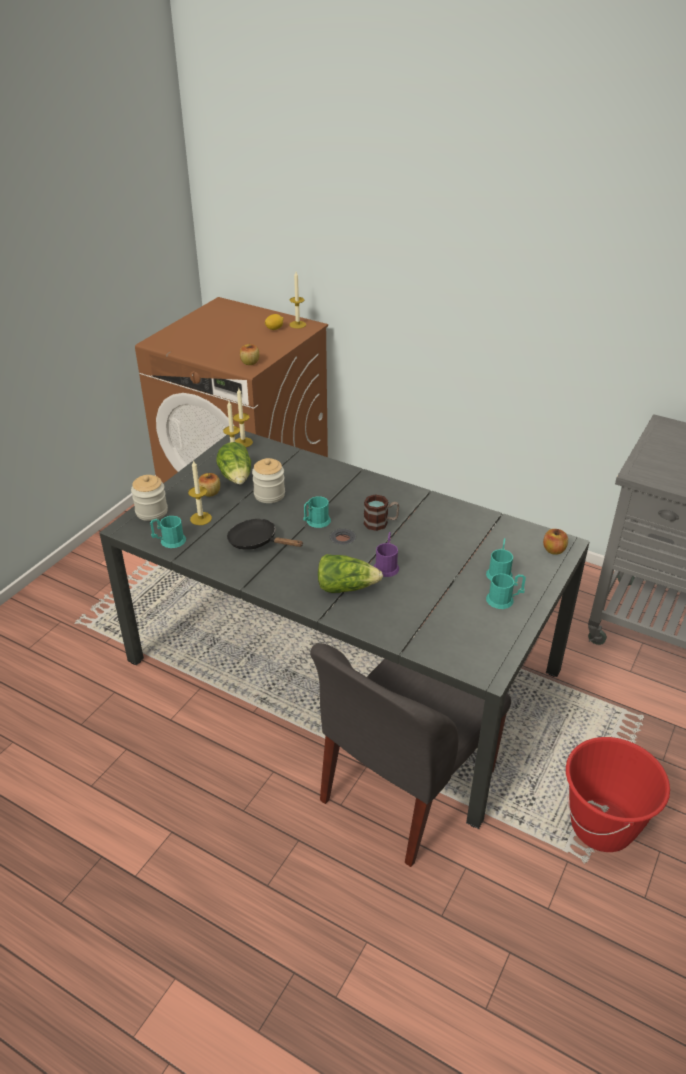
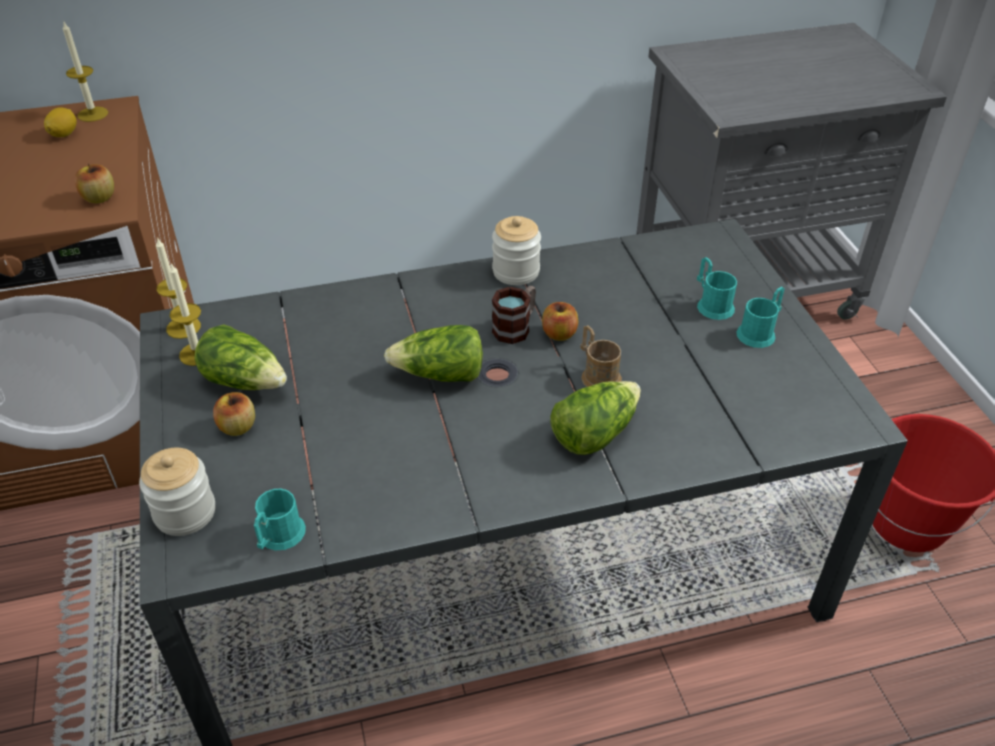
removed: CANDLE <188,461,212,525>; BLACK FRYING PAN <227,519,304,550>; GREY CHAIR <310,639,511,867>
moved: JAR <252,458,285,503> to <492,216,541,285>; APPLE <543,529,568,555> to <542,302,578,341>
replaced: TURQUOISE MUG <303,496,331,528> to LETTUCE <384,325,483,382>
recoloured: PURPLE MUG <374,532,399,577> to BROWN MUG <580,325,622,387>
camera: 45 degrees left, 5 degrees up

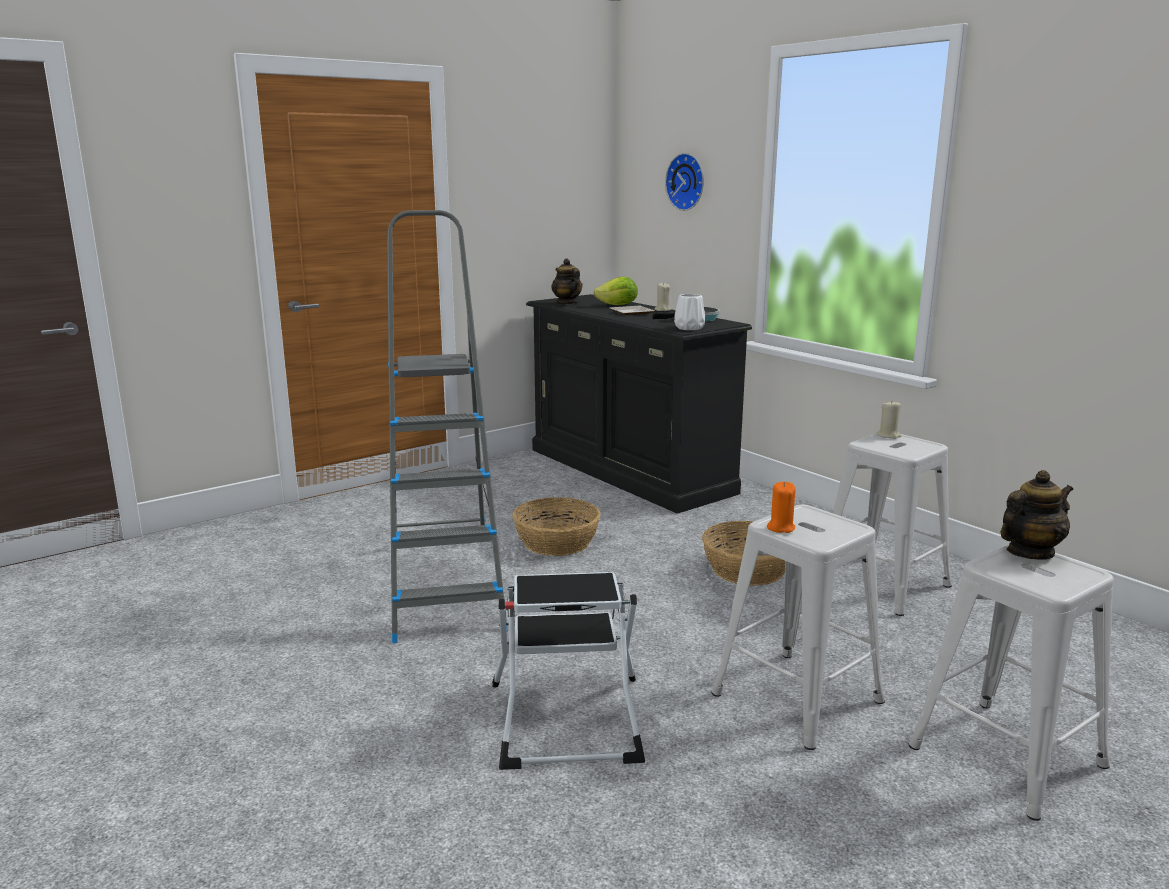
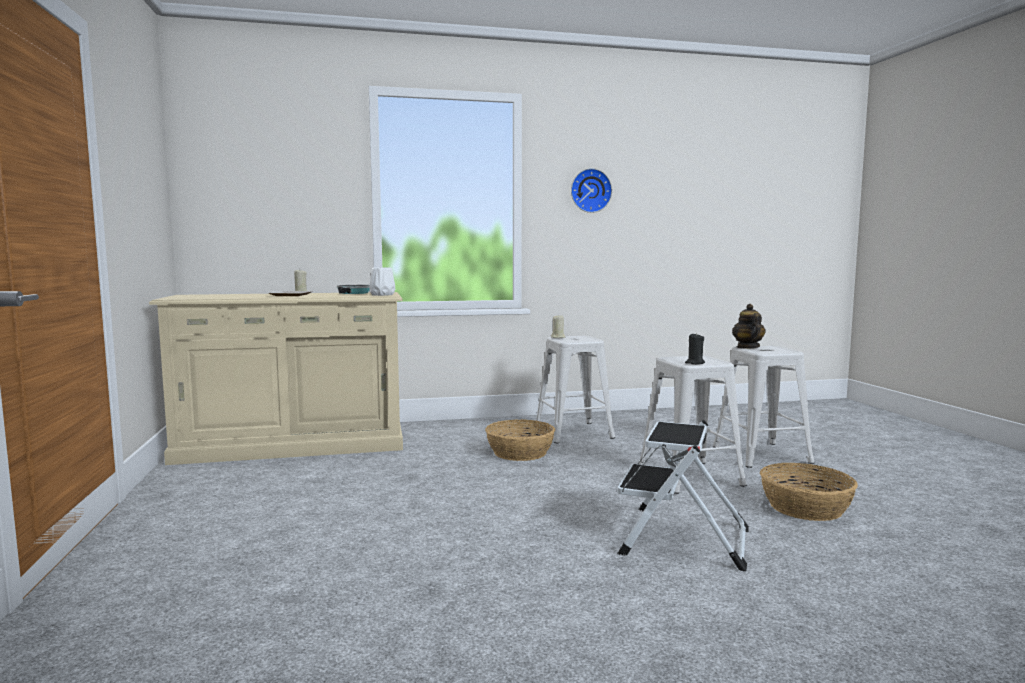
removed: GREY STEP LADDER <388,210,508,643>; TEAPOT <551,258,583,305>; LETTUCE <593,277,638,305>
moved: WALL CLOCK <665,153,704,211> to <571,168,612,213>; BASKET <512,497,601,556> to <760,463,858,521>
recoloured: BLACK CABINET <526,294,752,514> to BEIGE CABINET <149,292,403,465>; ORANGE CANDLE <767,482,796,533> to BLACK CANDLE <685,333,705,364>
camera: 65 degrees left, 10 degrees down

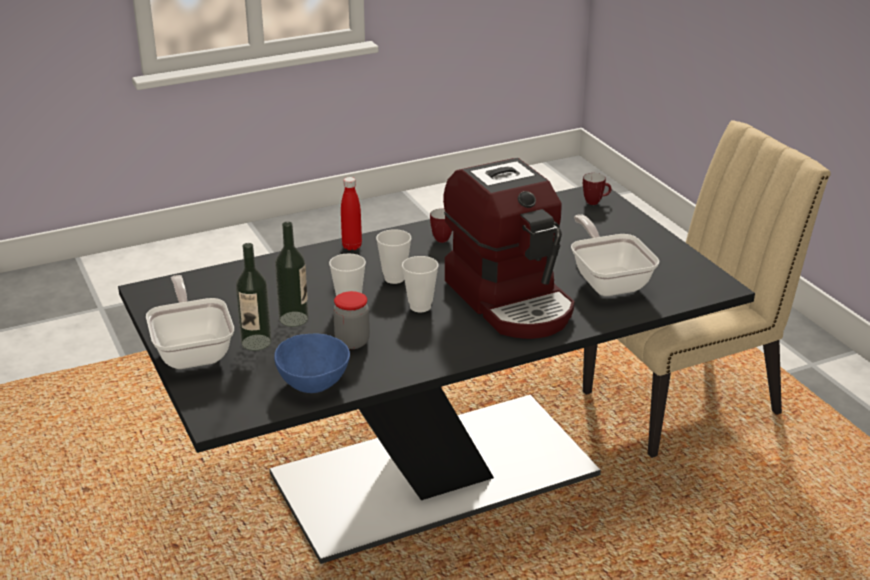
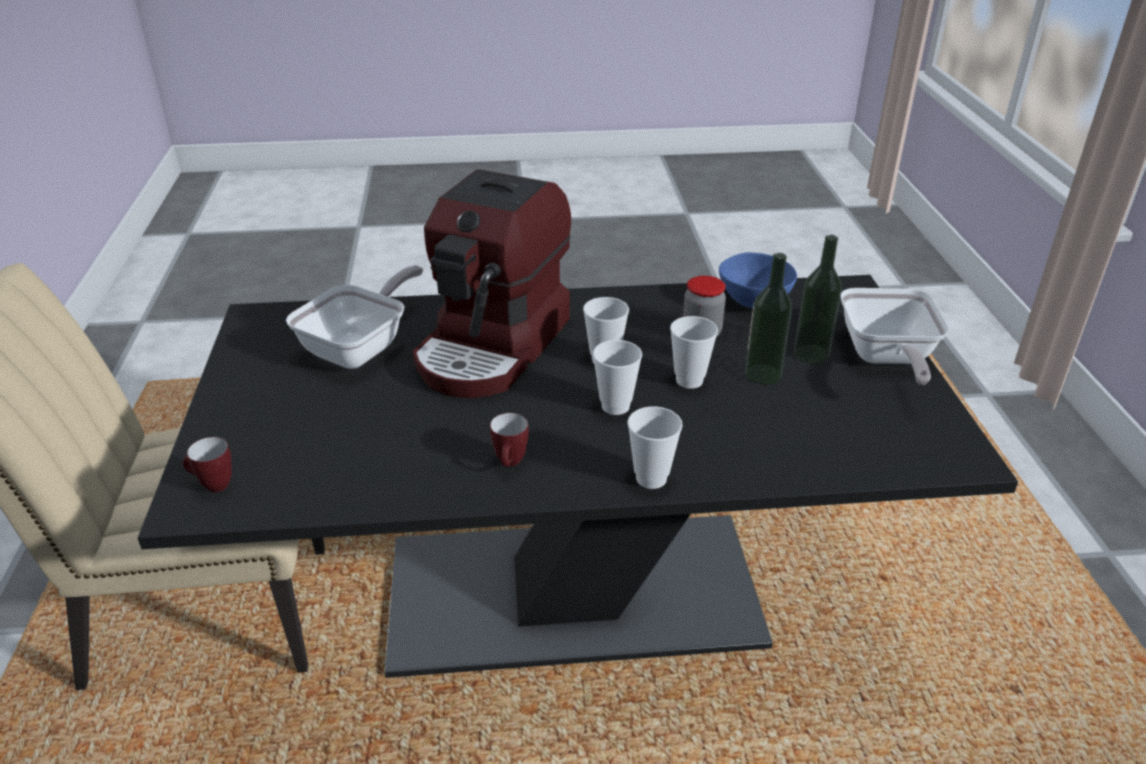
replaced: RED BOTTLE <341,177,362,250> to CUP <627,406,683,489>
turned: COFFEE MACHINE <443,158,574,339> = <413,169,571,398> 150 degrees counterclockwise; FRYING PAN <571,214,659,296> = <286,265,423,369> 150 degrees counterclockwise
camera: 160 degrees left, 5 degrees up

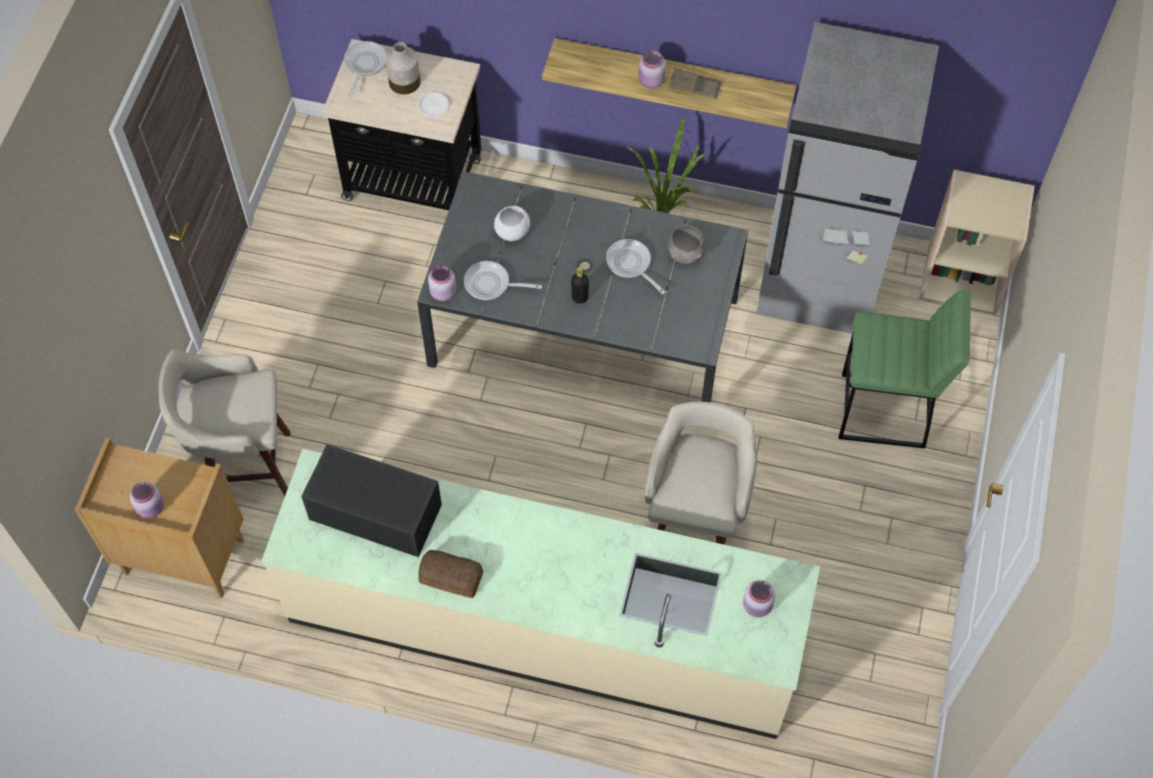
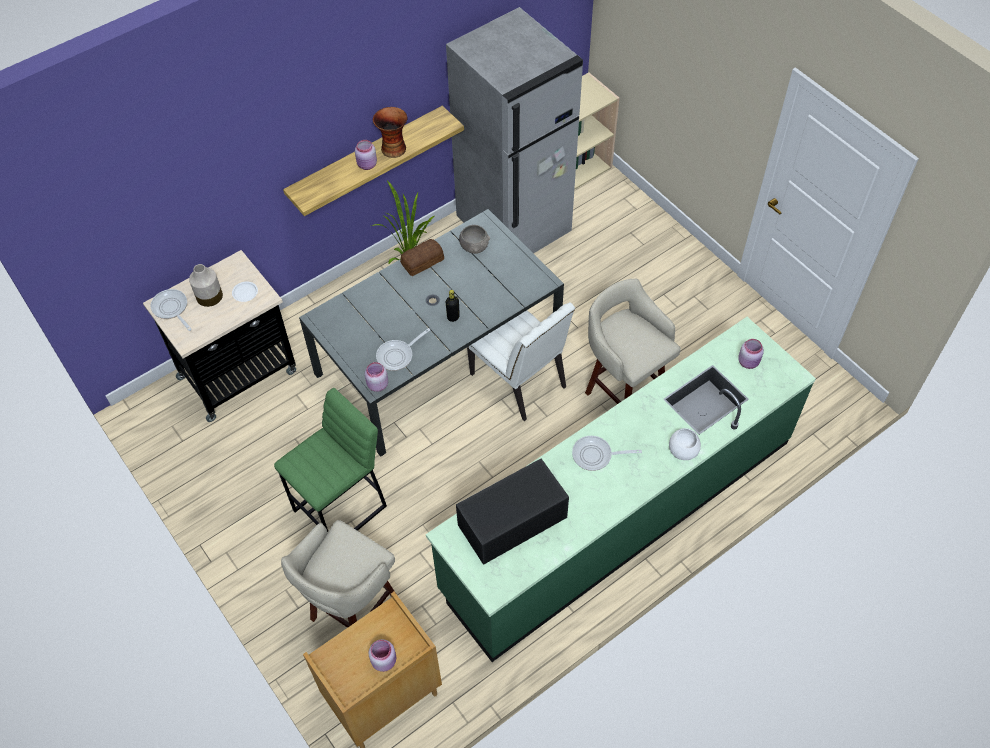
added: WHITE CHAIR <467,302,575,421>
moved: WHITE BOWL <494,206,530,241> to <669,428,701,460>; FRYING PAN <606,239,666,294> to <572,436,642,471>; GREEN STOOL <839,290,971,448> to <274,388,387,532>; BREAD <418,550,483,598> to <400,239,444,276>
replaced: BROWN TRAY <669,68,722,99> to VASE <373,107,407,158>
recoloured: BEIGE COUNTER <261,449,820,739> to GREEN COUNTER <426,317,816,662>
camera: 50 degrees left, 5 degrees down

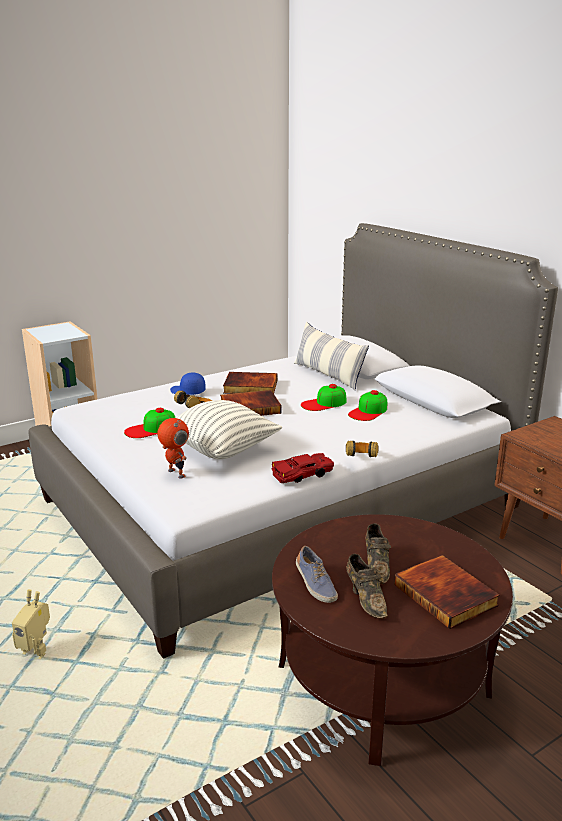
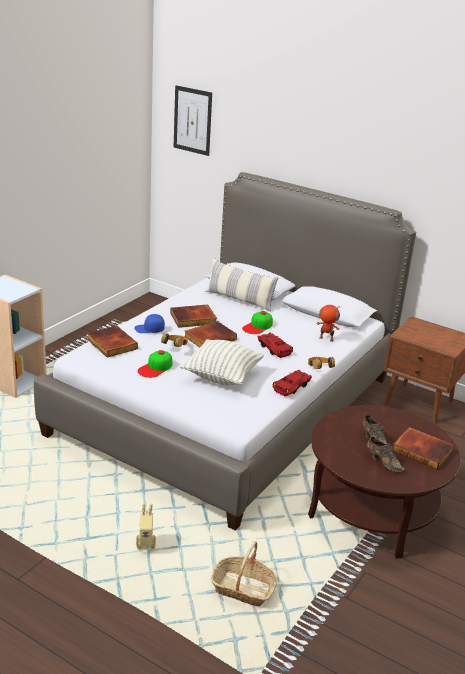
removed: CAP <348,390,387,421>; SHOE <296,546,338,603>
added: PICTURE <174,85,212,156>; BOOK <87,326,138,357>; RED TOY CAR <258,333,293,358>; BASKET <211,541,277,606>
moved: TOY ROBOT <158,418,189,479> to <316,305,340,342>
camera: 25 degrees left, 5 degrees up

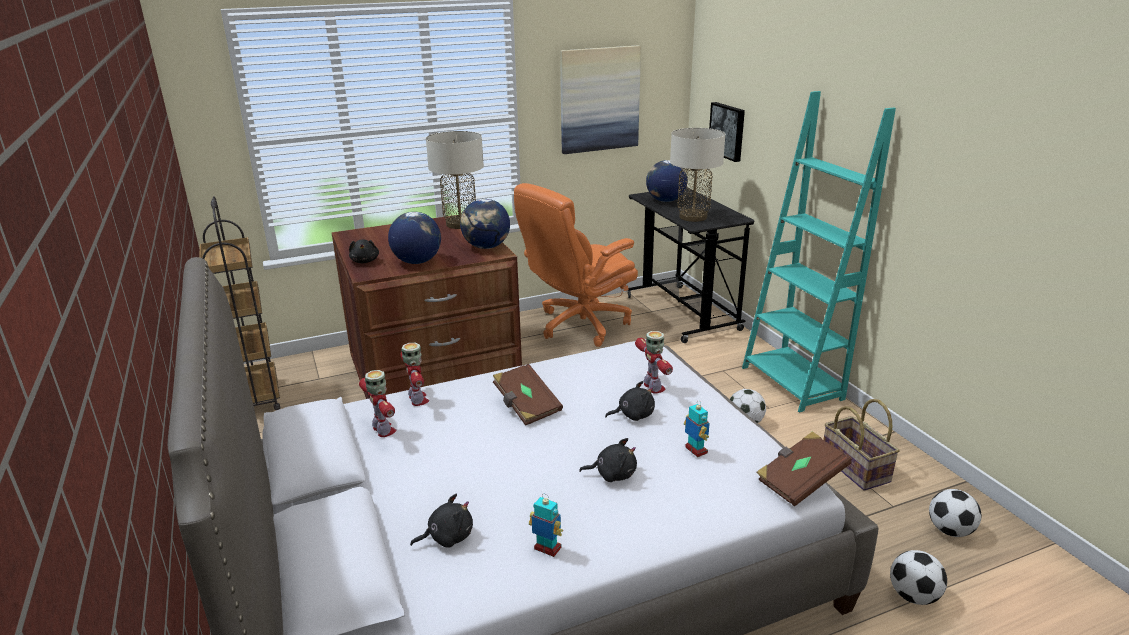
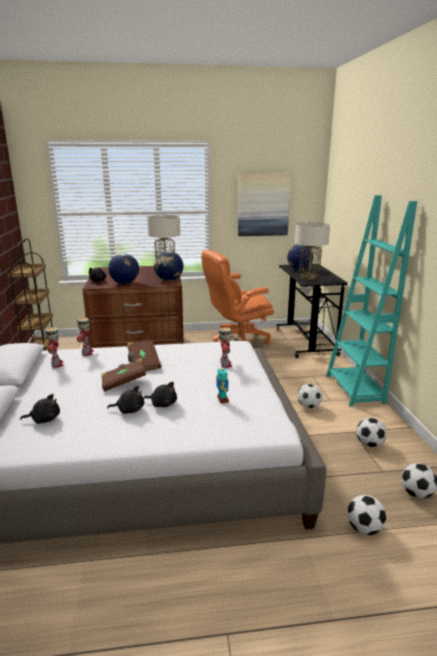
removed: PICTURE <709,102,745,162>; TOY ROBOT <529,494,563,557>
moved: BLACK PLUSH TOY <605,381,655,421> to <107,386,144,414>; BROWN BOOK <756,431,852,507> to <101,358,146,392>
replaced: BASKET <823,399,900,491> to FOOTBALL <356,418,387,447>
camera: 15 degrees right, 5 degrees down

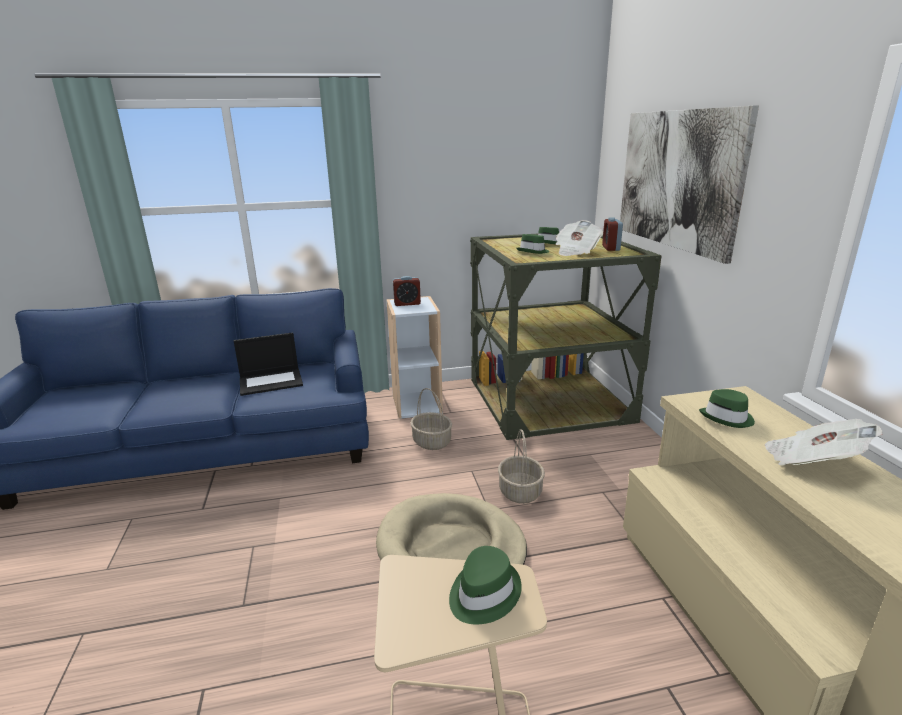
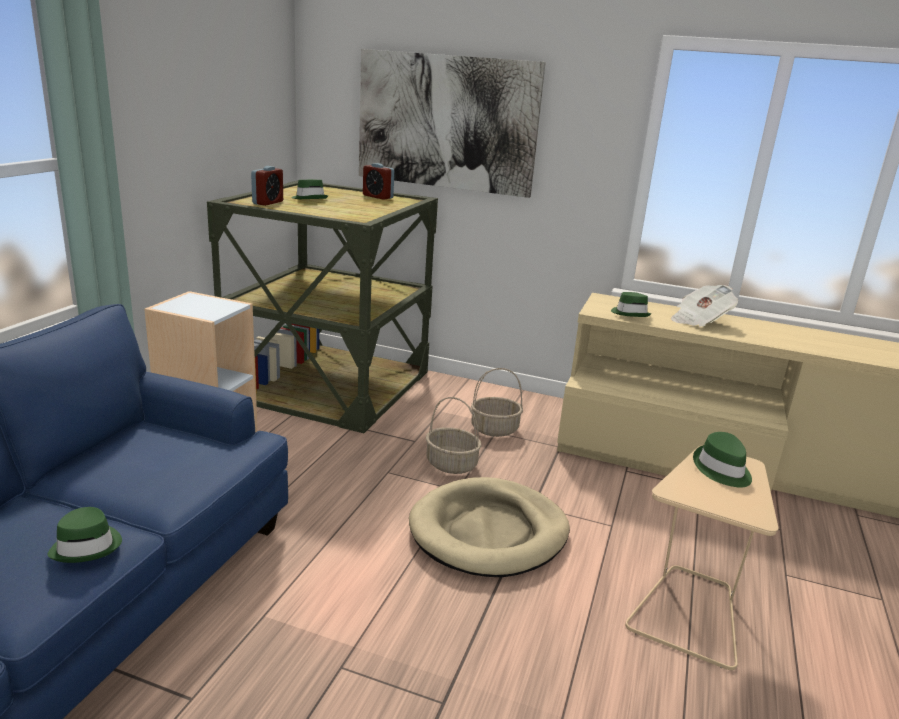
removed: NEWSPAPER <556,220,603,256>; LAPTOP <234,332,303,396>
moved: GREEN HAT <516,234,549,254> to <47,507,122,563>; ALARM CLOCK <393,276,421,306> to <251,166,283,206>; BASKET <410,388,452,450> to <471,368,523,437>
camera: 60 degrees left, 0 degrees up

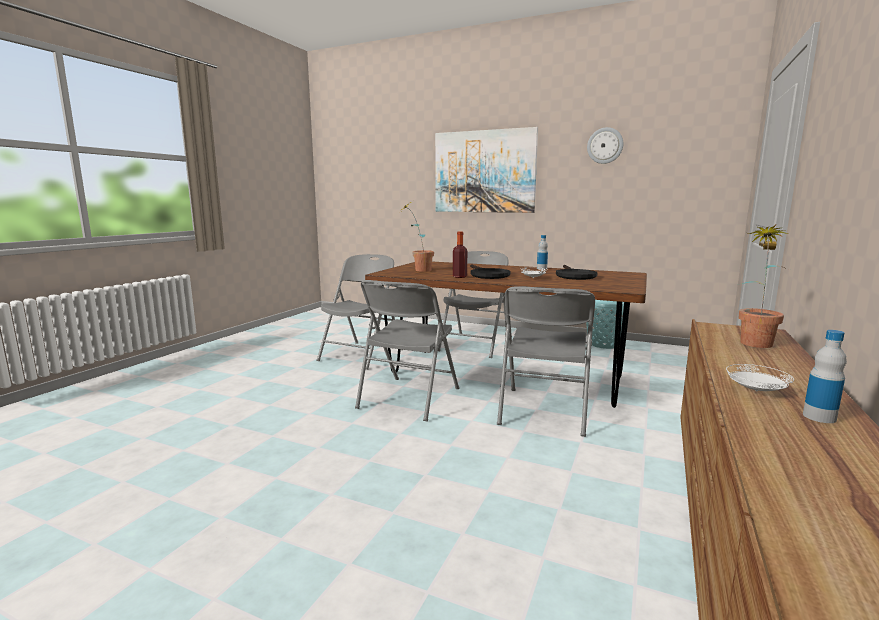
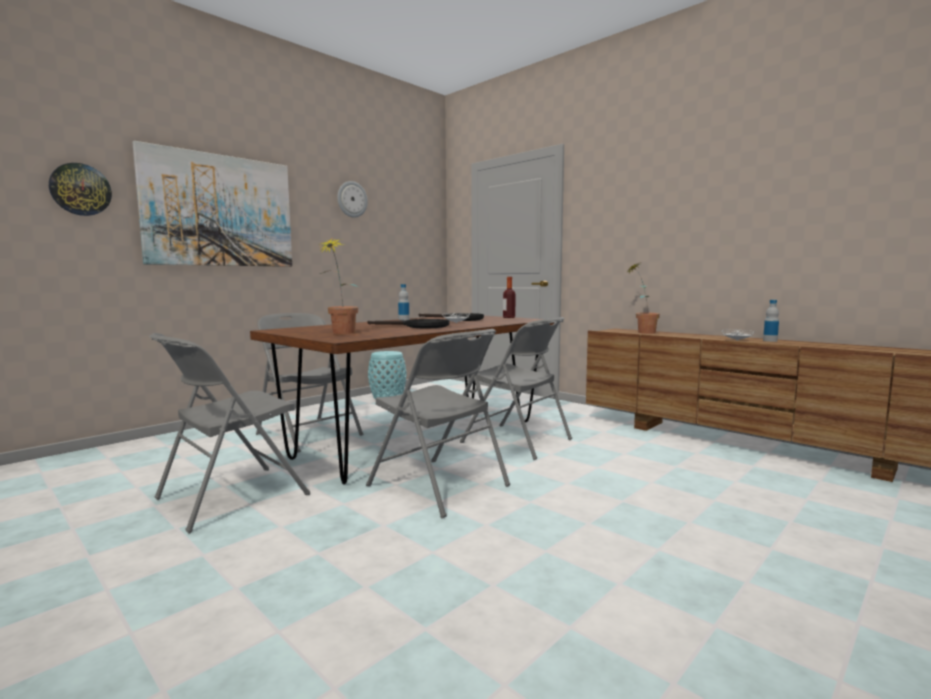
added: WALL CLOCK <49,163,112,216>
moved: BOTTLE <453,231,467,278> to <503,277,515,318>
turned: GREY CHAIR <316,254,402,370> = <149,333,310,534> 90 degrees counterclockwise
camera: 70 degrees left, 5 degrees down

